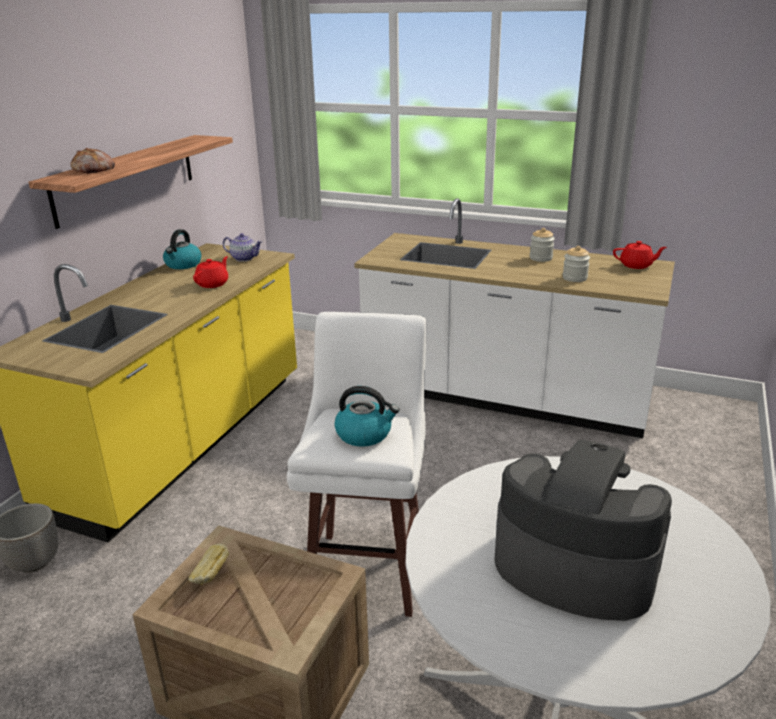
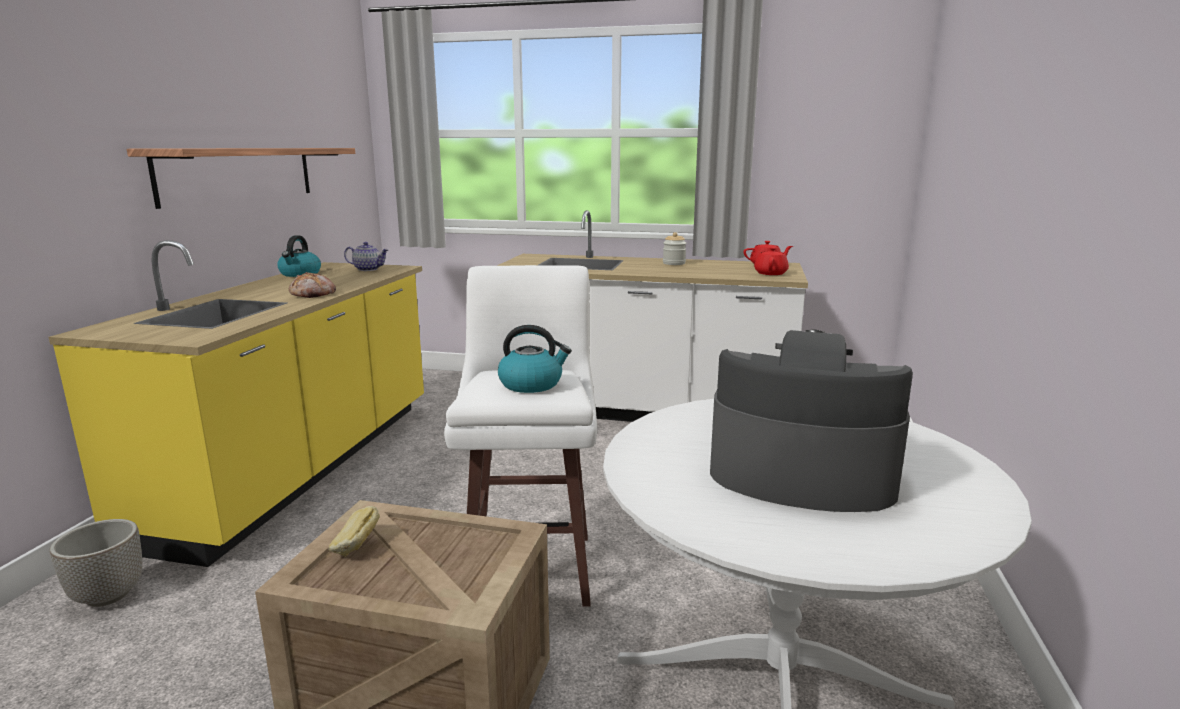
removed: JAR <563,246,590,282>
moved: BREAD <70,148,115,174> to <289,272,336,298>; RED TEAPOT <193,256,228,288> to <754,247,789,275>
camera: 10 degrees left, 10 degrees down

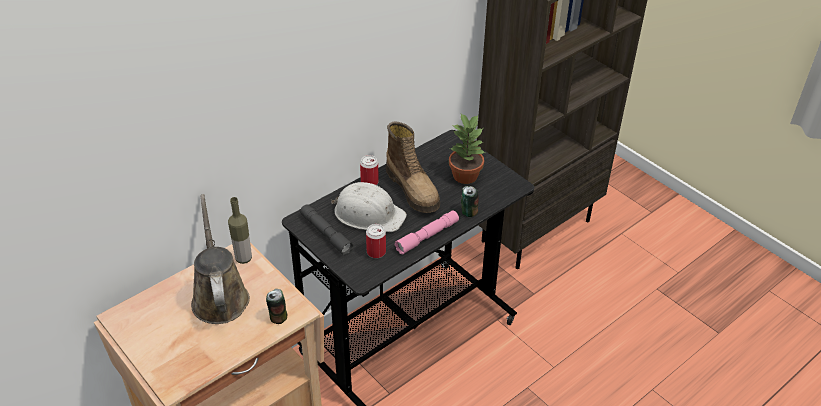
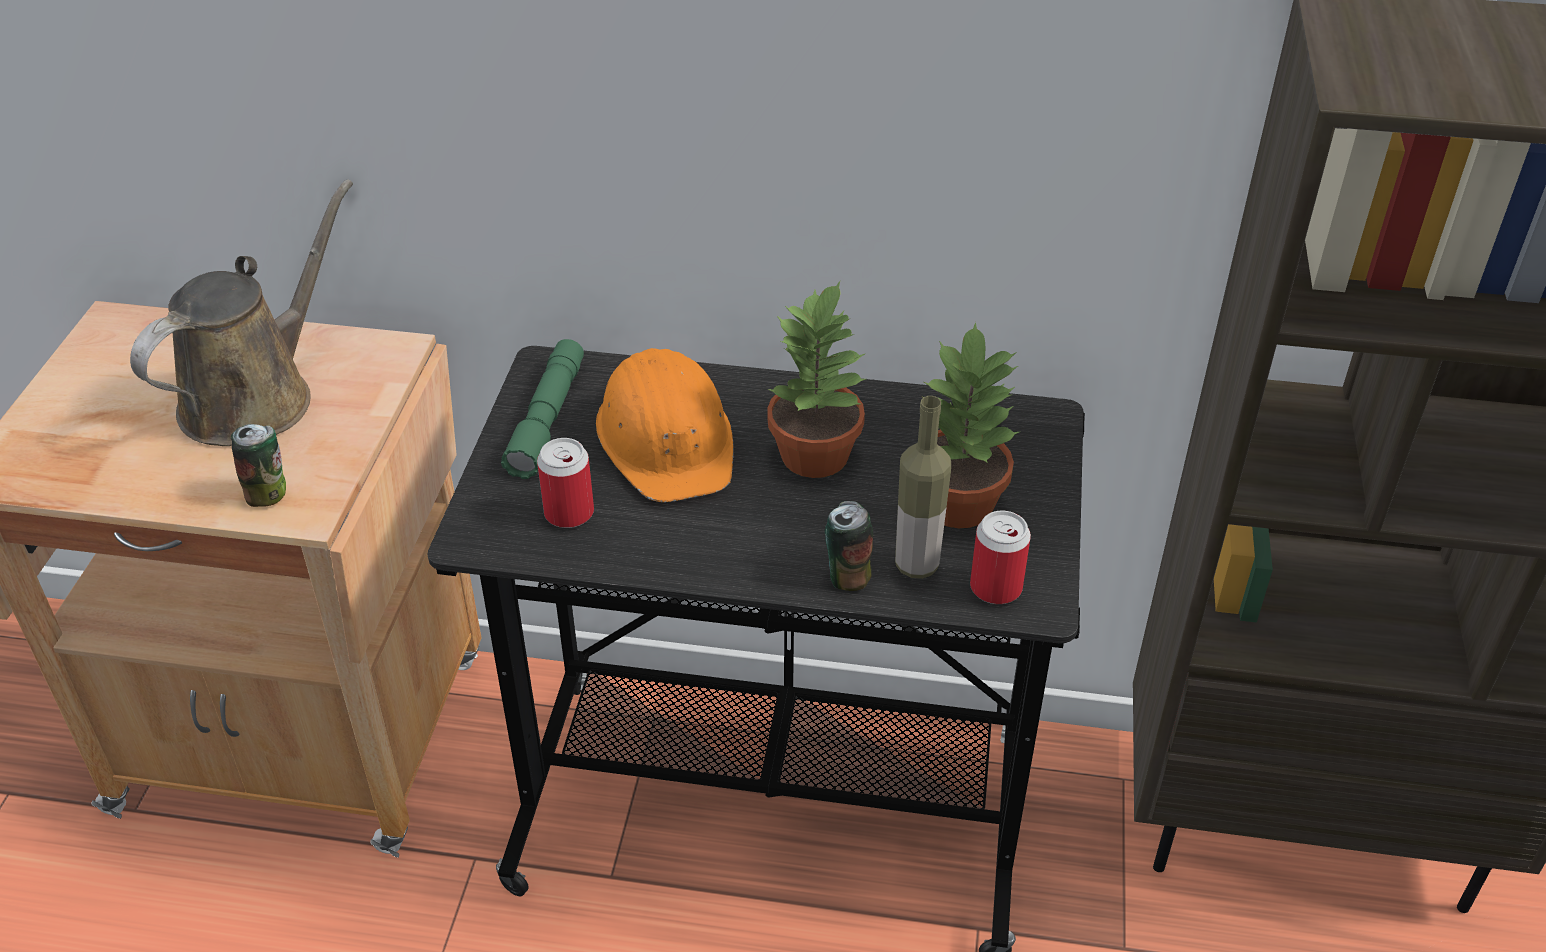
removed: PINK FLASHLIGHT <395,210,459,254>
moved: CAN <360,155,379,185> to <970,511,1031,604>; BOTTLE <228,197,252,264> to <895,396,951,579>
replaced: BOOT <386,122,440,213> to POTTED PLANT <767,281,865,478>
recoloured: WHITE HARD HAT <331,182,407,232> to ORANGE HARD HAT <596,348,734,502>; GREY FLASHLIGHT <300,204,354,255> to GREEN FLASHLIGHT <501,339,584,479>
camera: 50 degrees right, 0 degrees up

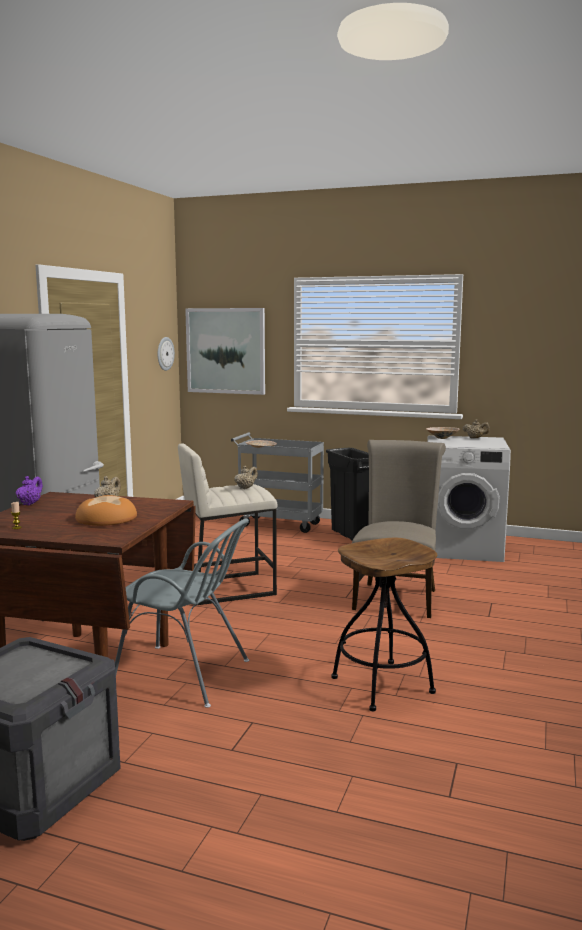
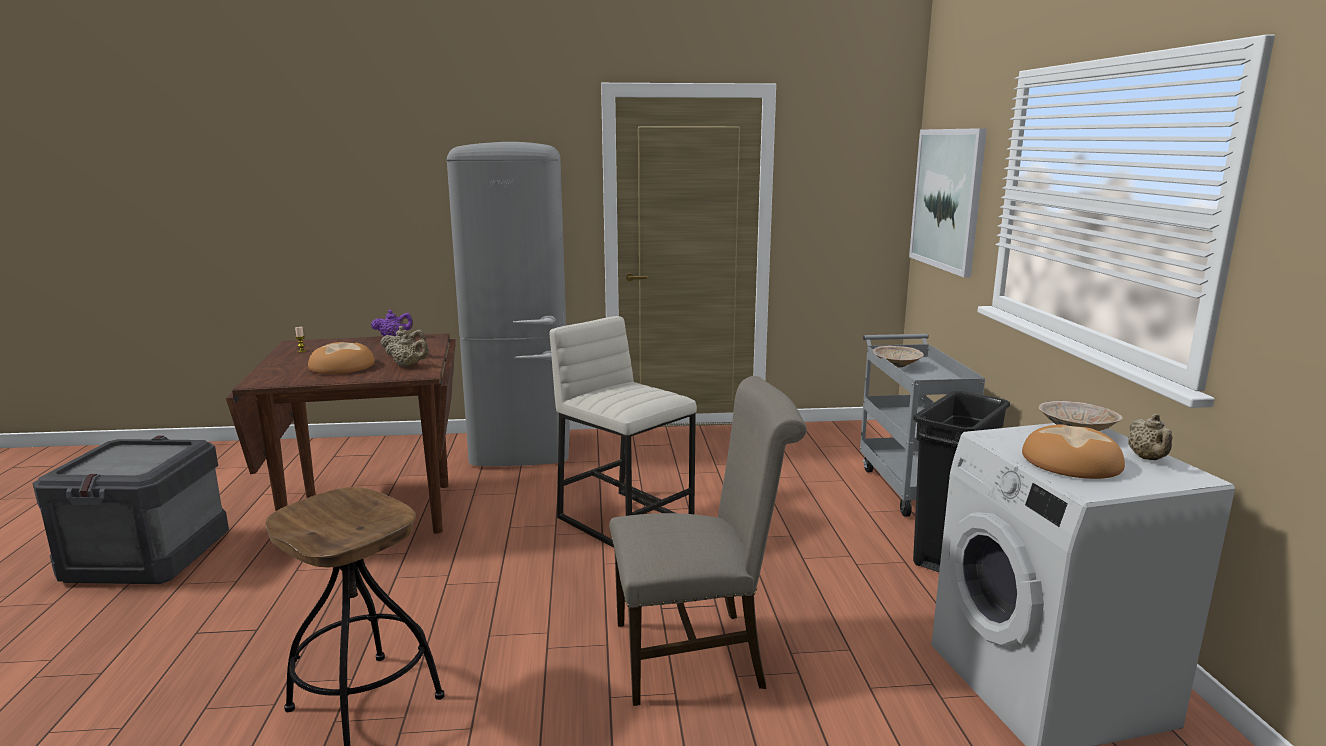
removed: WALL CLOCK <158,337,175,371>; GREY CHAIR <115,518,249,708>
added: BREAD <1022,424,1125,479>
moved: BEIGE TEAPOT <234,466,258,489> to <385,334,429,367>
camera: 65 degrees right, 5 degrees up

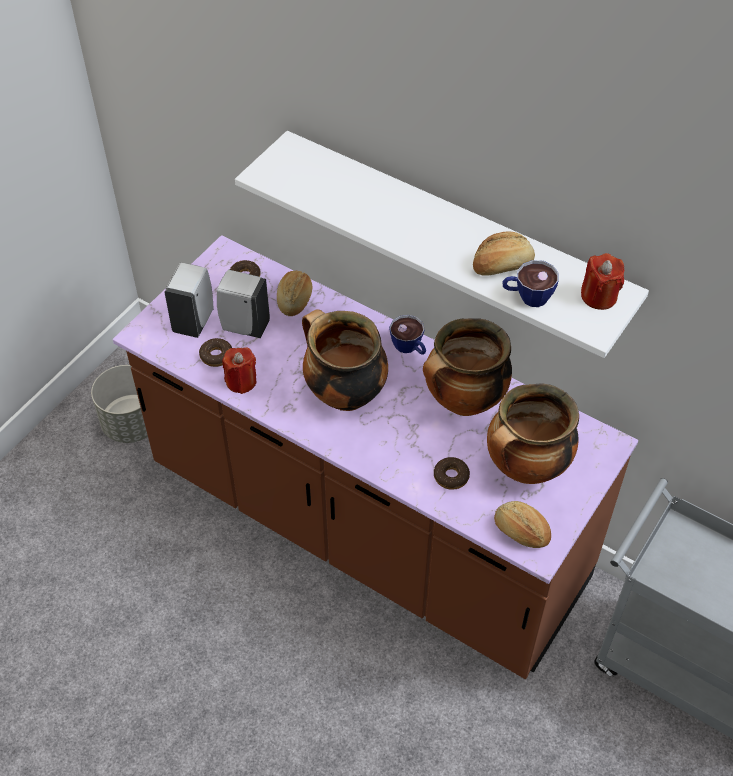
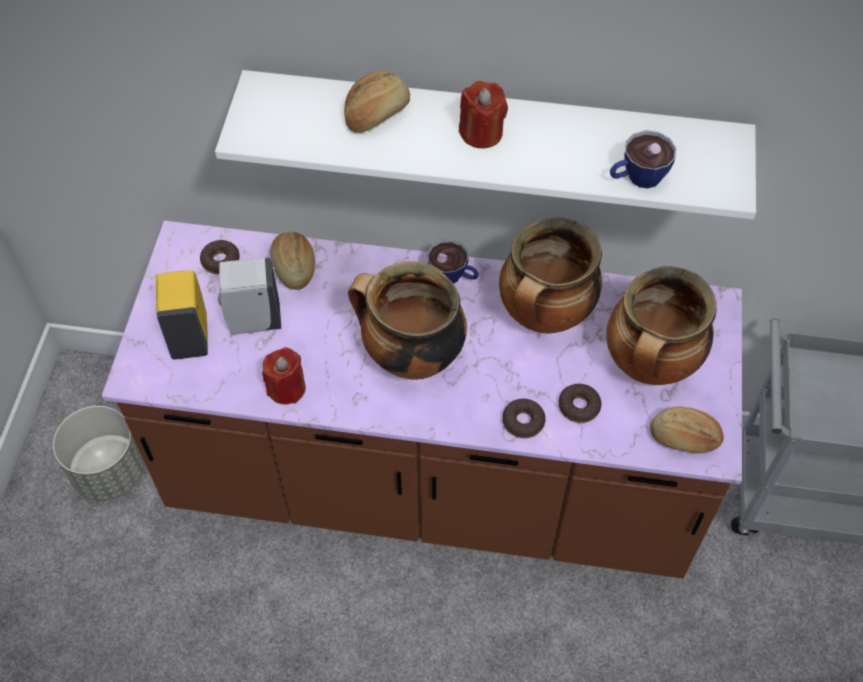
moved: BREAD <473,232,535,276> to <344,71,410,133>; RED CANDLE <581,253,624,310> to <459,81,508,148>; DONUT <199,338,232,367> to <502,399,546,438>
recoloured: WHITE SOAP DISPENSER <164,263,214,338> to YELLOW SOAP DISPENSER <156,270,208,360>
camera: 25 degrees left, 5 degrees up

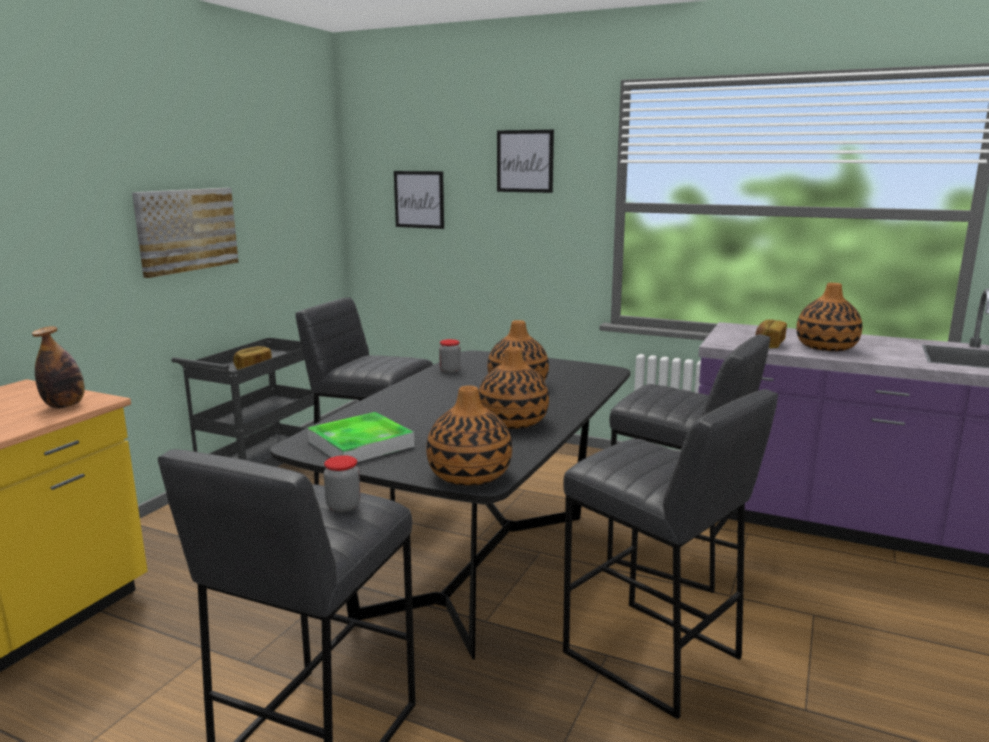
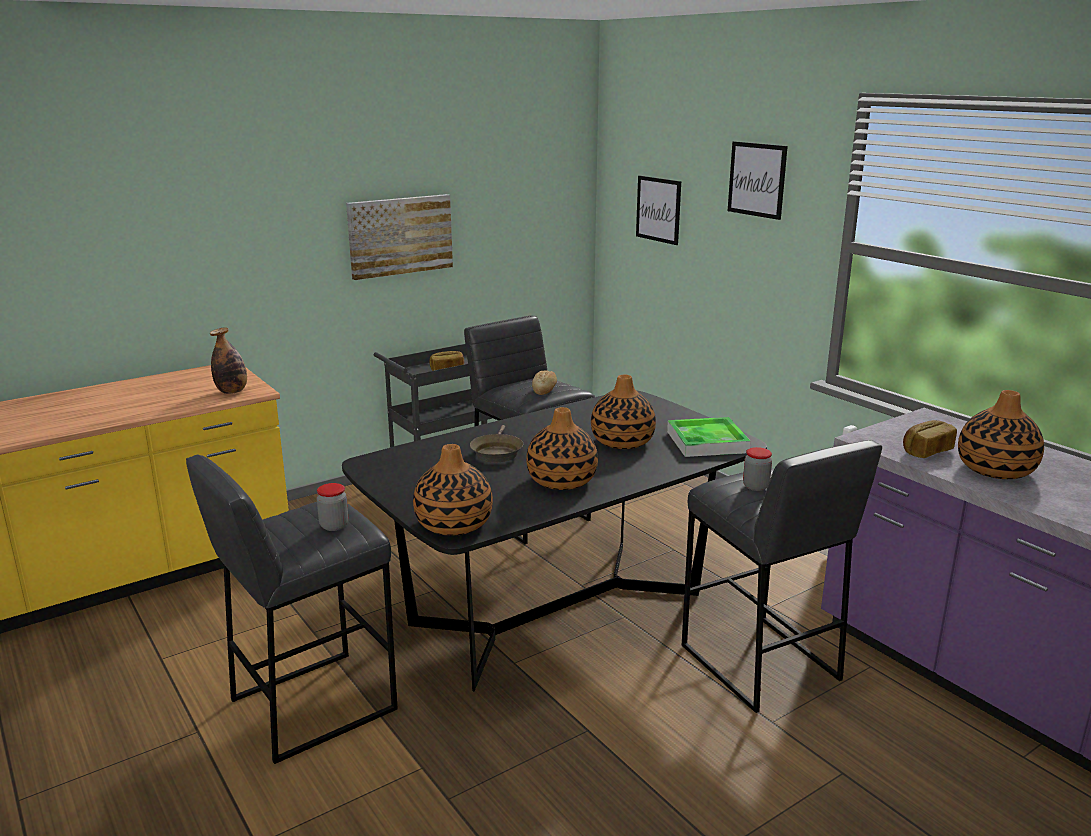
removed: GREY STOOL <563,389,778,719>
added: BREAD <532,370,557,395>; BROWN FRYING PAN <470,425,523,462>
moved: JAR <439,339,461,373> to <743,447,772,491>; TRAY <308,412,414,462> to <667,417,751,457>
camera: 30 degrees right, 5 degrees up

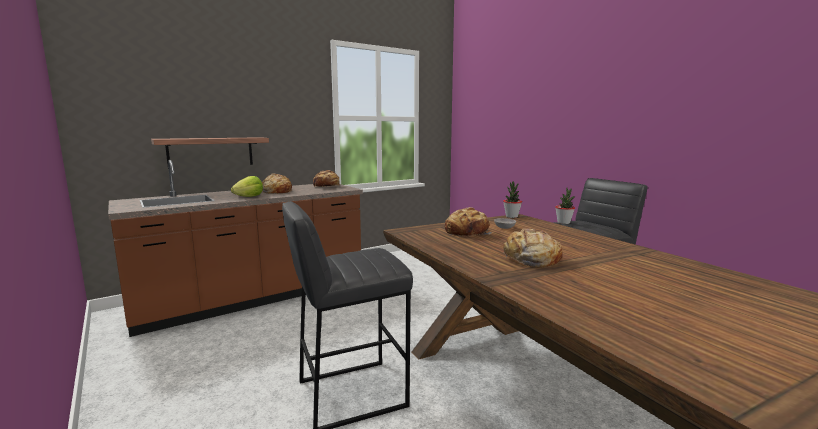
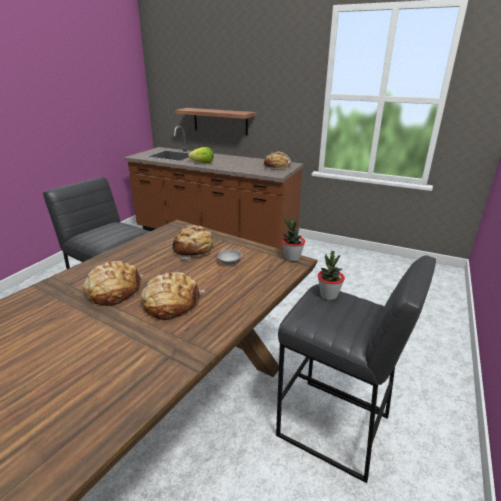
moved: BREAD <262,173,292,194> to <141,272,205,320>
camera: 60 degrees right, 15 degrees up

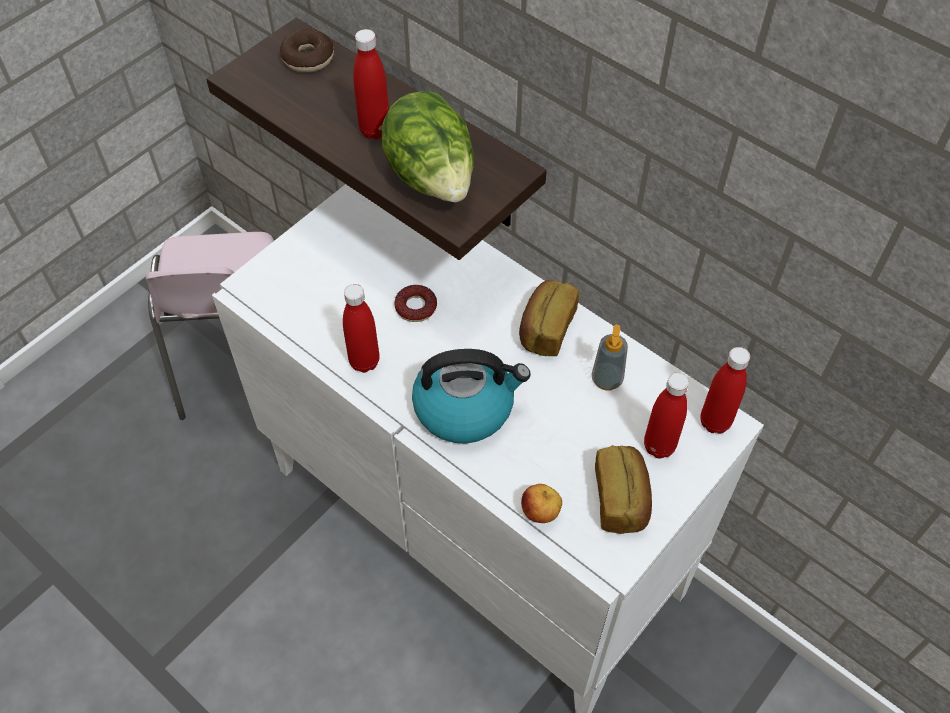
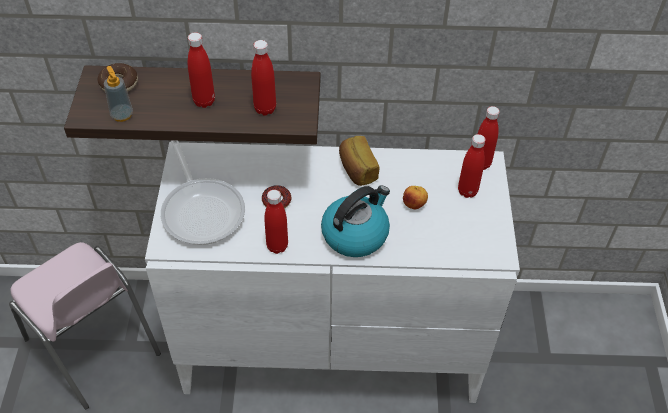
removed: BREAD <595,445,652,534>
added: FRYING PAN <161,140,245,245>
moved: SOAP DISPENSER <592,325,628,390> to <104,66,133,122>; APPLE <521,484,562,523> to <403,186,428,209>
replaced: LETTUCE <381,91,474,202> to RED BOTTLE <251,40,276,115>
camera: 40 degrees left, 5 degrees down

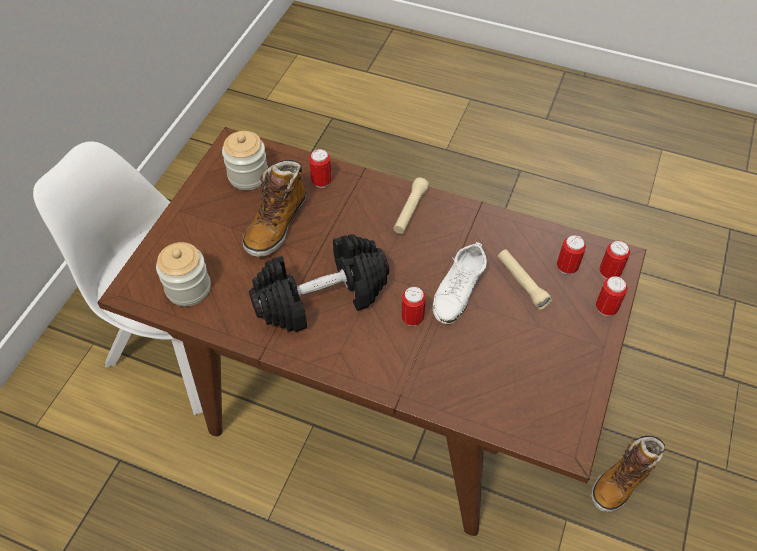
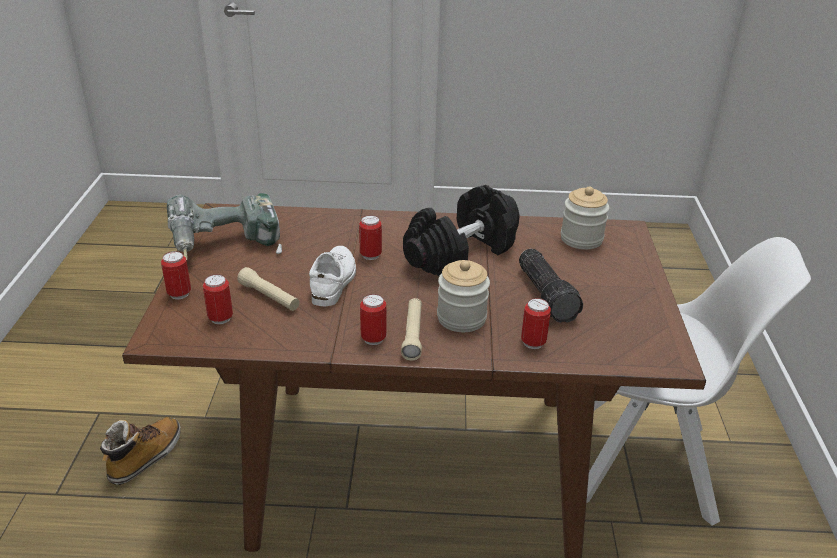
added: POWER DRILL <167,193,282,261>
moved: JAR <222,131,268,190> to <437,260,490,332>; CAN <599,240,630,279> to <360,294,386,345>
replaced: BOOT <243,160,306,257> to FLASHLIGHT <519,249,583,323>
camera: 160 degrees right, 20 degrees down

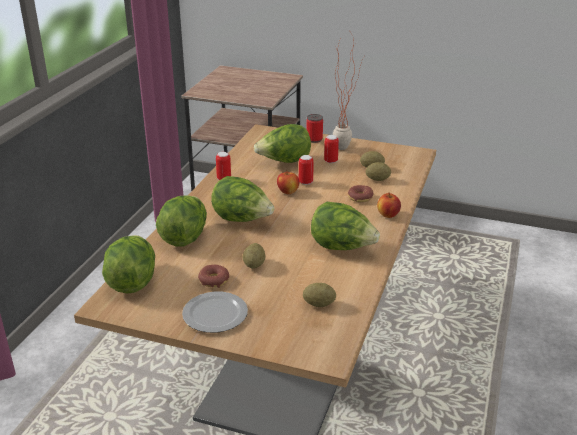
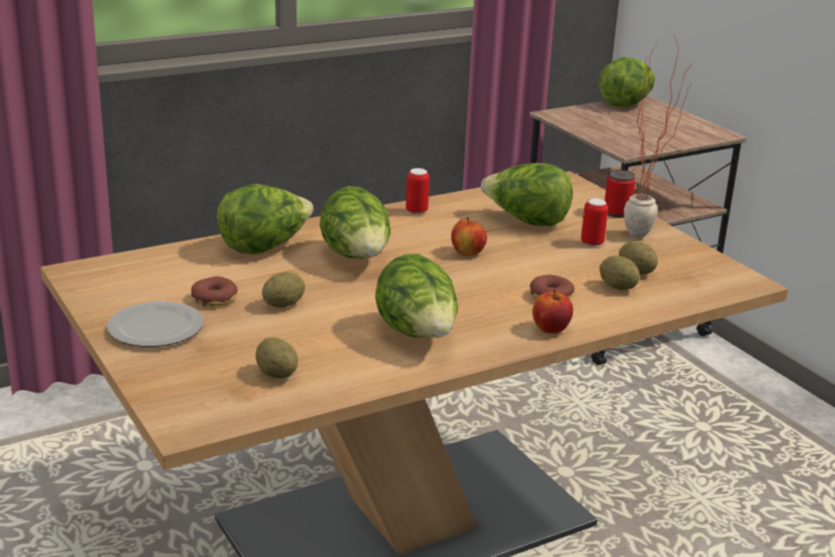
removed: CAN <299,155,314,185>
moved: LETTUCE <102,235,155,294> to <599,57,655,107>
camera: 40 degrees right, 5 degrees down

